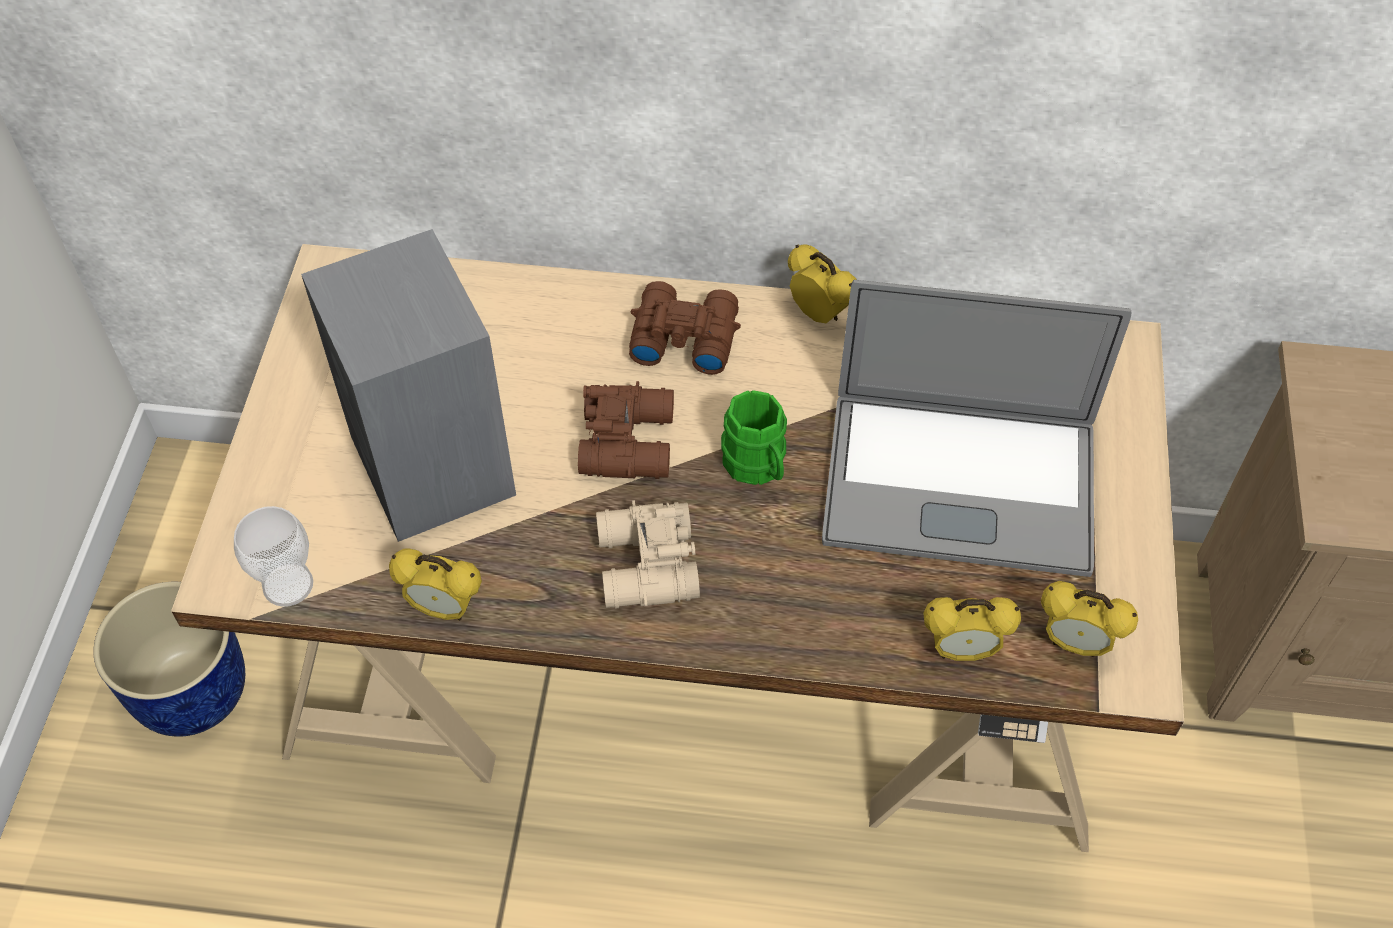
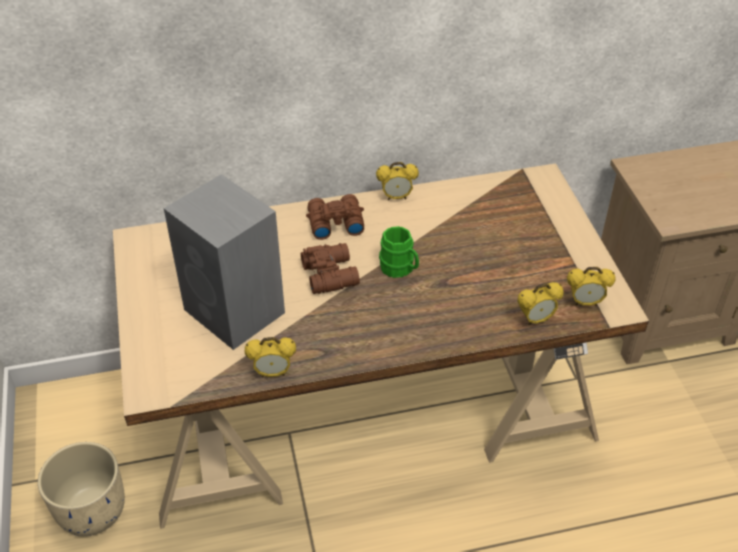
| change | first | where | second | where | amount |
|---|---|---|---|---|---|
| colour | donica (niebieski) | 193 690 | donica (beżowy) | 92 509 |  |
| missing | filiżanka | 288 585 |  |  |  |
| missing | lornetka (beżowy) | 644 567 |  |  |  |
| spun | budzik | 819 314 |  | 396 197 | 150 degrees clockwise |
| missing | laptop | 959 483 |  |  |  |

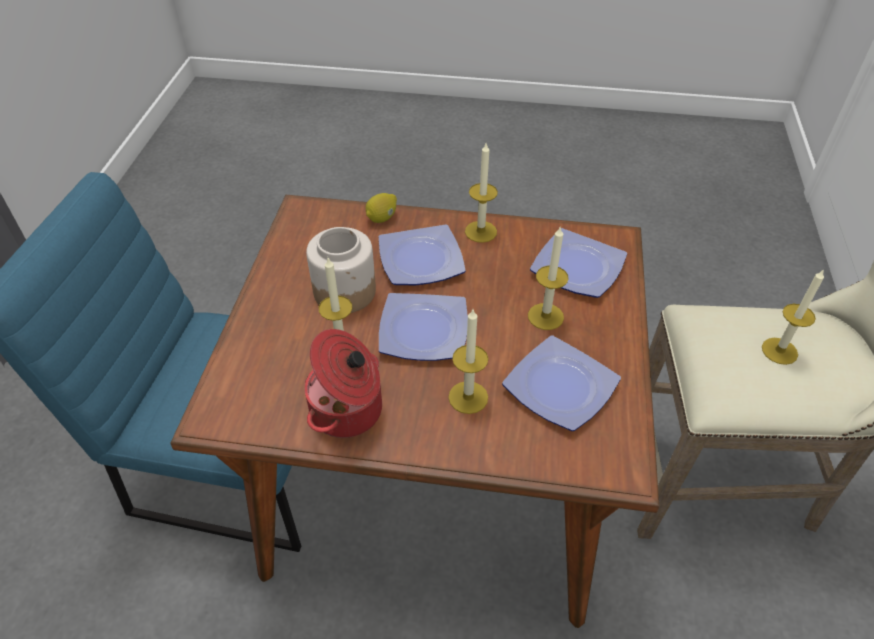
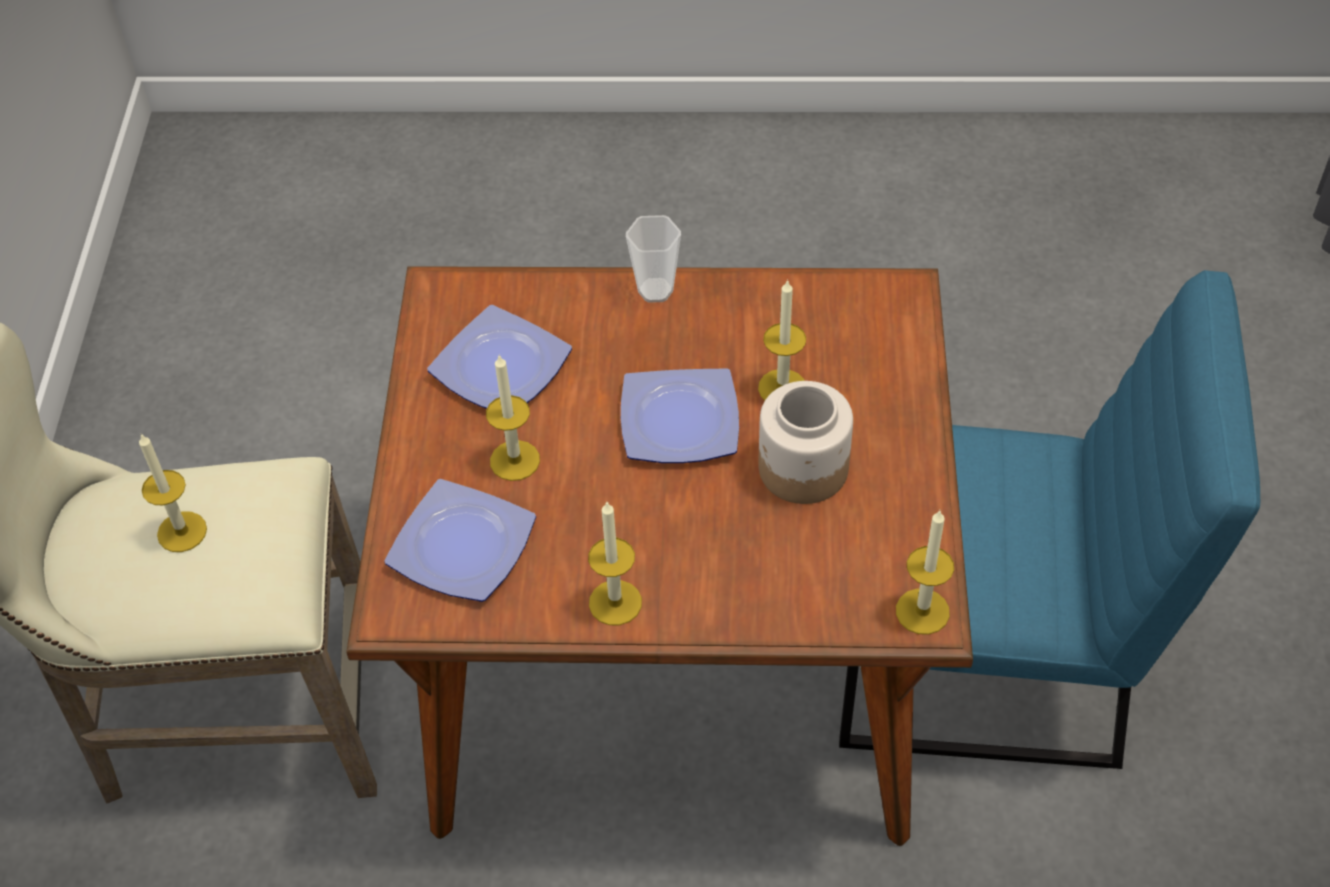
| change | first | where | second | where | amount |
|---|---|---|---|---|---|
| missing | garnek | 348 411 |  |  |  |
| missing | cytryna | 382 218 |  |  |  |
| missing | talerz | 422 259 |  |  |  |
| relocated | świeca | 468 397 |  | 922 611 |  |
| appeared |  |  | filiżanka | 655 290 |  |

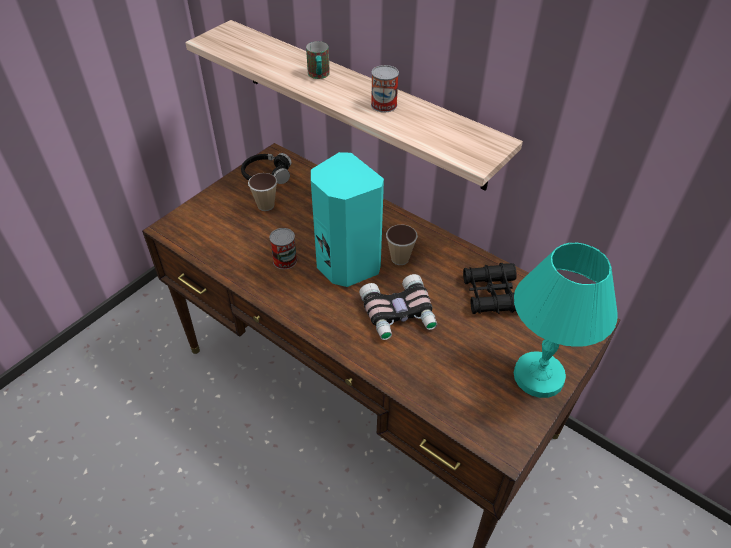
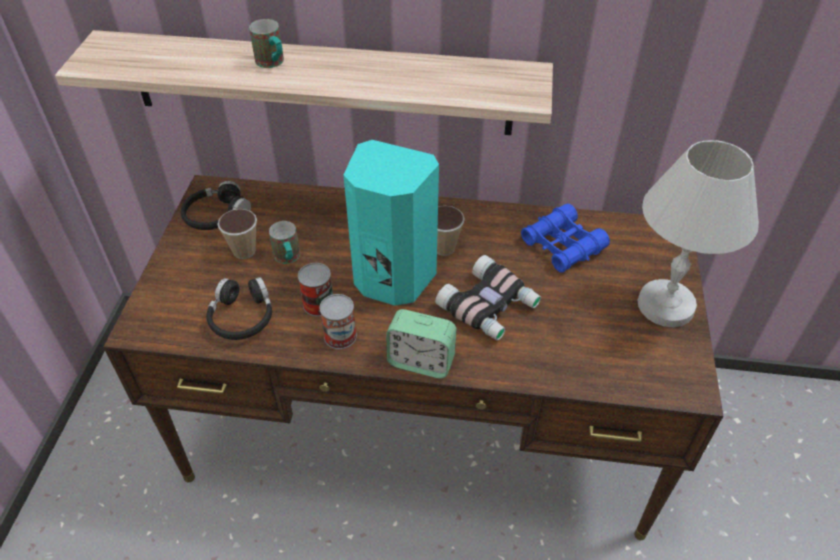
| change | first | where | second | where | amount |
|---|---|---|---|---|---|
| relocated | puszka | 384 105 |  | 340 336 |  |
| colour | lornetka (czarny) | 491 295 | lornetka (niebieski) | 562 246 |  |
| colour | lampa stołowa (turkusowy) | 539 376 | lampa stołowa (biały) | 666 305 |  |
| appeared |  |  | słuchawki (czarny) | 242 317 |  |
| appeared |  |  | kubek | 288 259 |  |
| appeared |  |  | budzik | 421 361 |  |

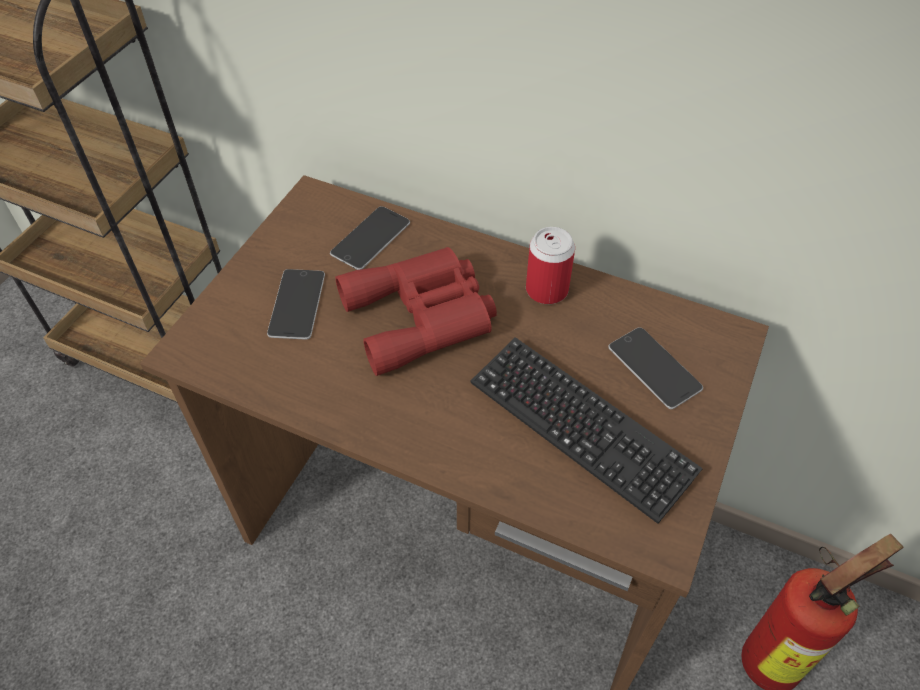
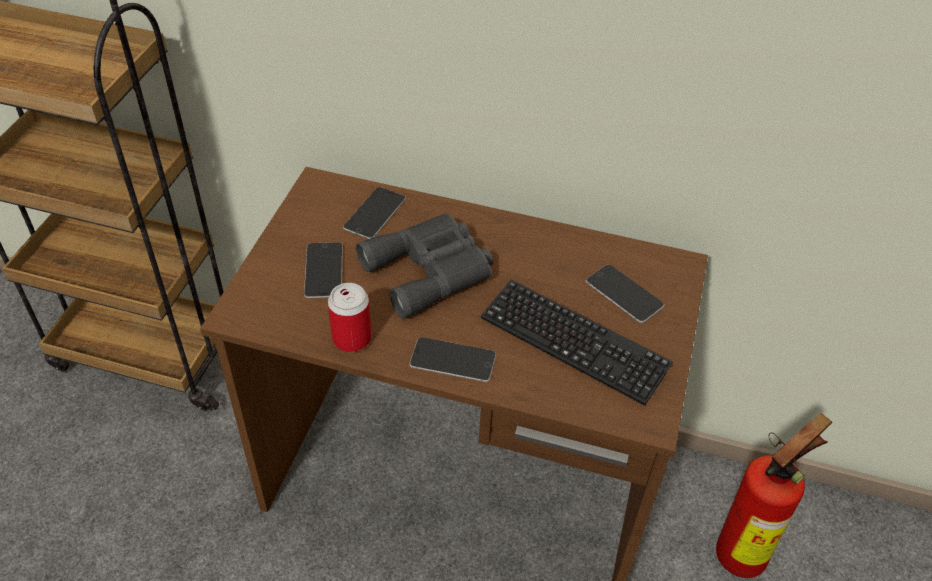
| change | first | where | second | where | amount |
|---|---|---|---|---|---|
| colour | lornetka (czerwony) | 423 315 | lornetka (szary) | 431 270 |  |
| relocated | puszka | 546 290 |  | 352 338 |  |
| appeared |  |  | telefon | 453 359 |  |

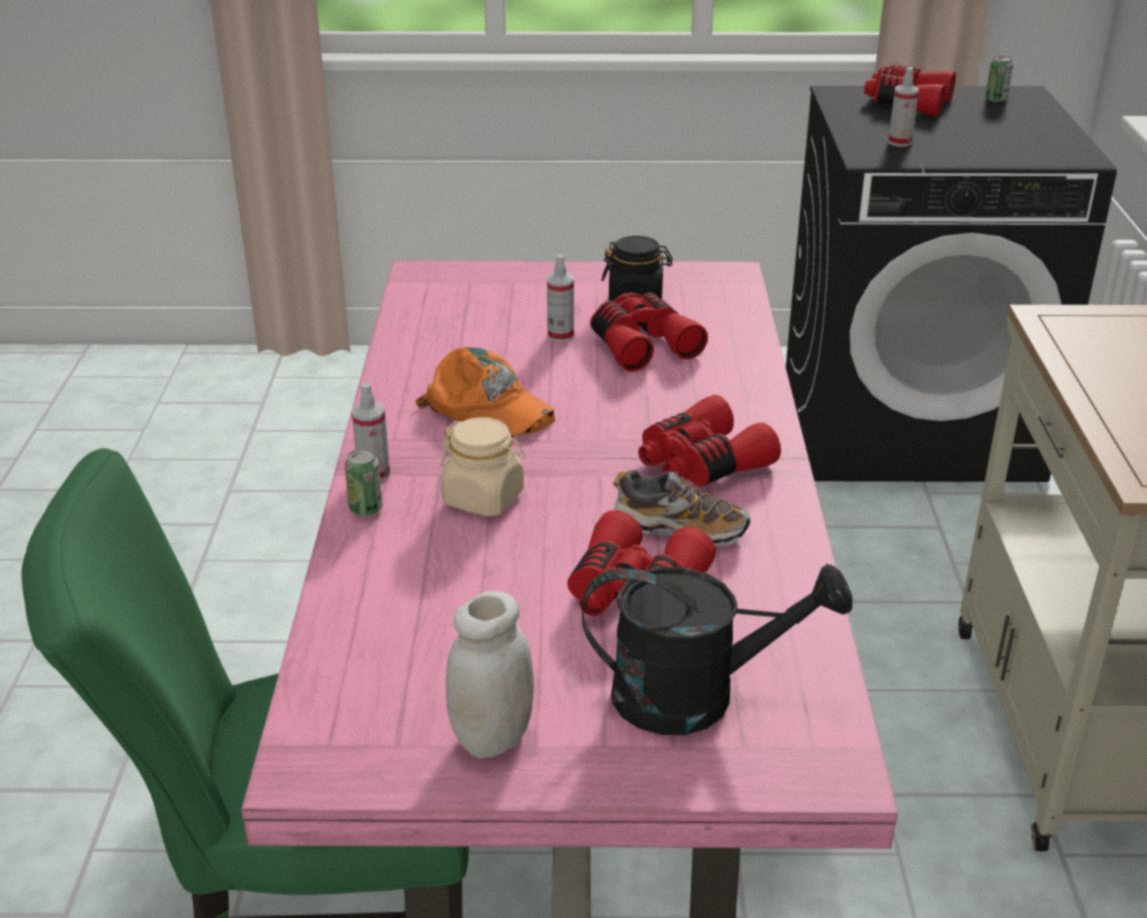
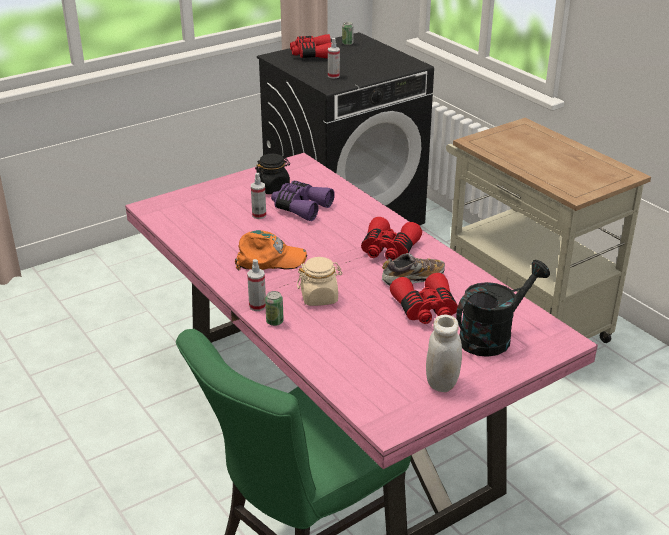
| change | first | where | second | where | amount |
|---|---|---|---|---|---|
| colour | lornetka (czerwony) | 641 344 | lornetka (fioletowy) | 300 207 |  |

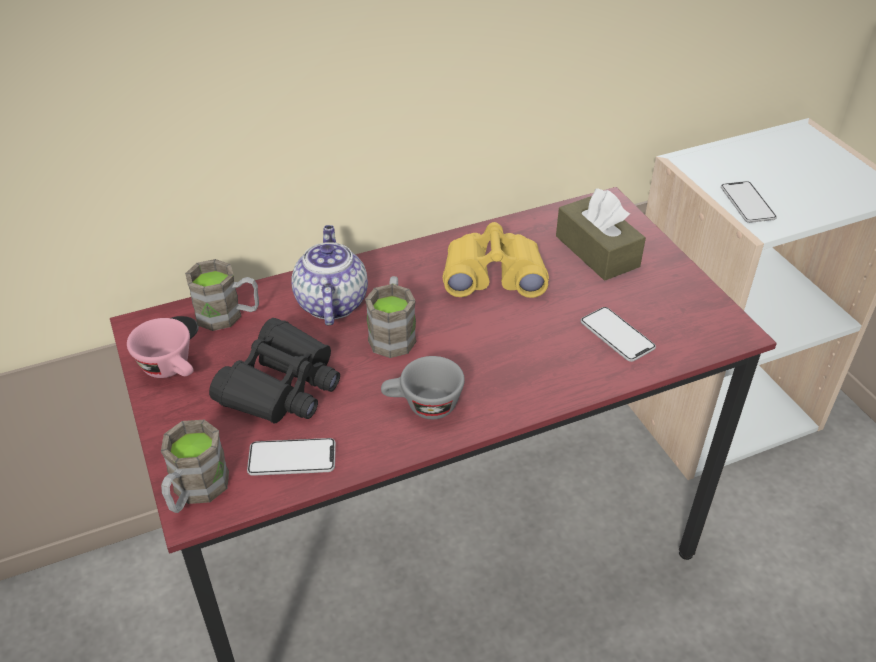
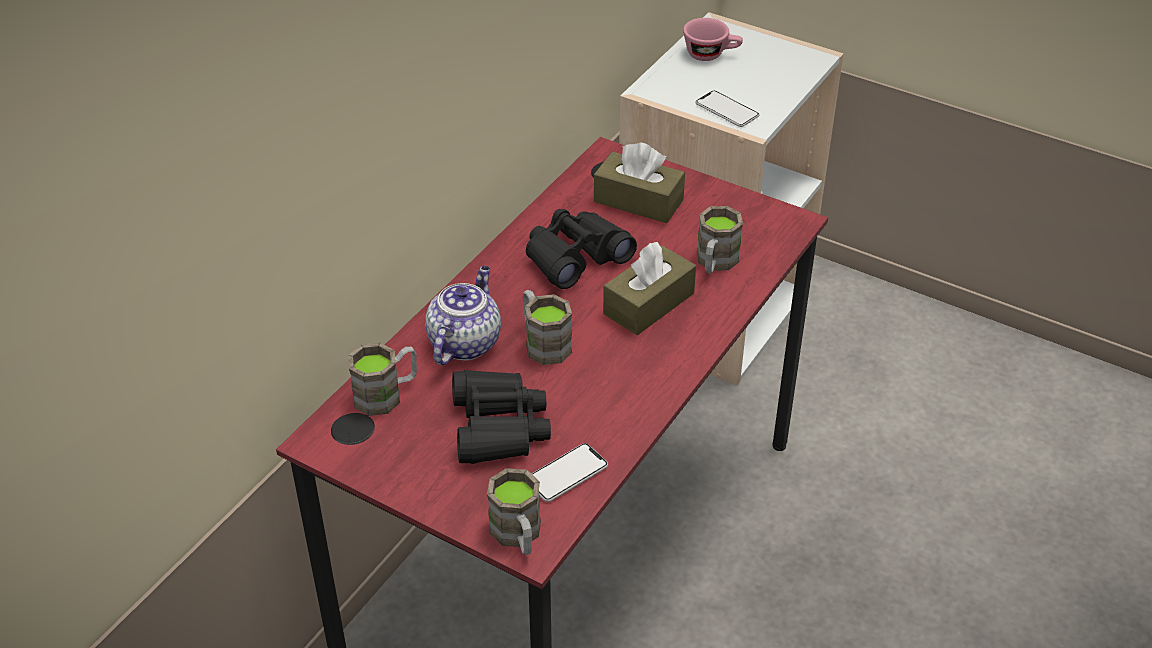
| change | first | where | second | where | amount |
|---|---|---|---|---|---|
| relocated | filiżanka (różowy) | 172 369 |  | 711 54 |  |
| spun | imbryk | 331 302 |  | 464 342 | 60 degrees clockwise |
| missing | filiżanka (szary) | 423 406 |  |  |  |
| colour | lornetka (żółty) | 493 275 | lornetka (czarny) | 575 257 |  |
| exchanged | telefon | 617 335 | kubek (brązowy) | 715 263 |  |
| appeared |  |  | pudełko chusteczek (brązowy) | 648 303 |  |

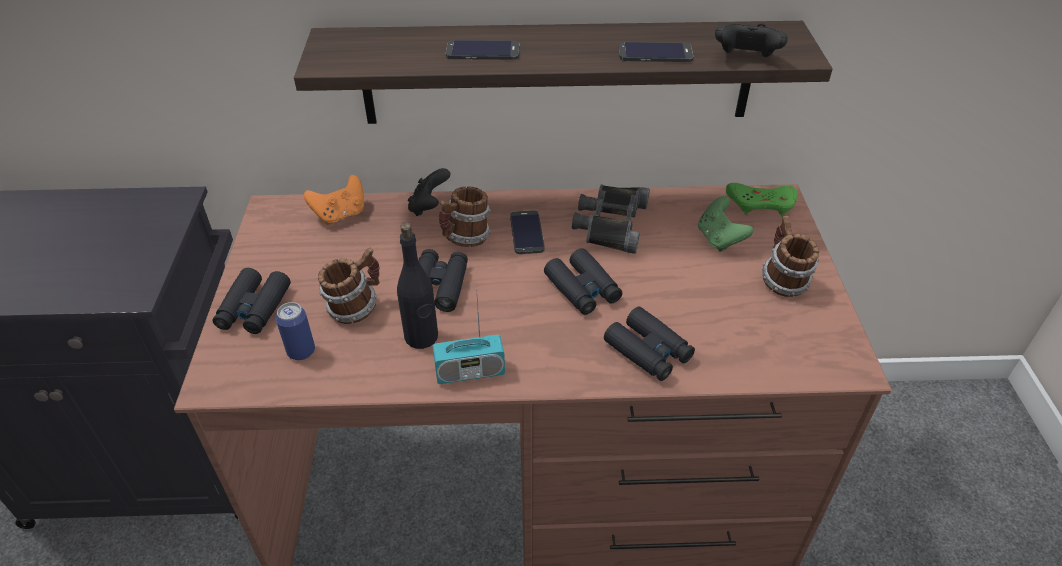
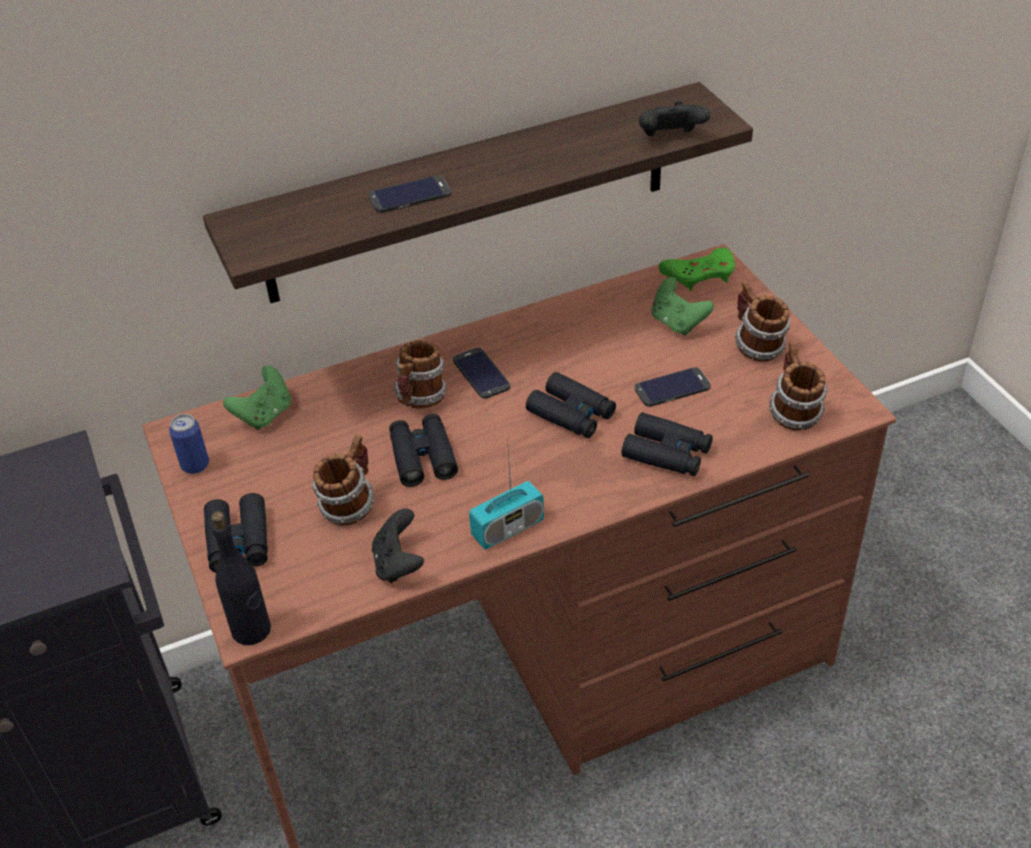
| change | first | where | second | where | amount |
|---|---|---|---|---|---|
| relocated | puszka | 301 351 |  | 195 465 |  |
| colour | pad do gier (pomarańczowy) | 340 215 | pad do gier (zielony) | 264 415 |  |
| relocated | butelka (czarny) | 421 337 |  | 252 630 |  |
| relocated | pad do gier (czarny) | 429 207 |  | 398 564 |  |
| missing | lornetka (czarny) | 610 223 |  |  |  |
| relocated | telefon | 655 53 |  | 672 388 |  |
| appeared |  |  | kubek | 793 413 |  |

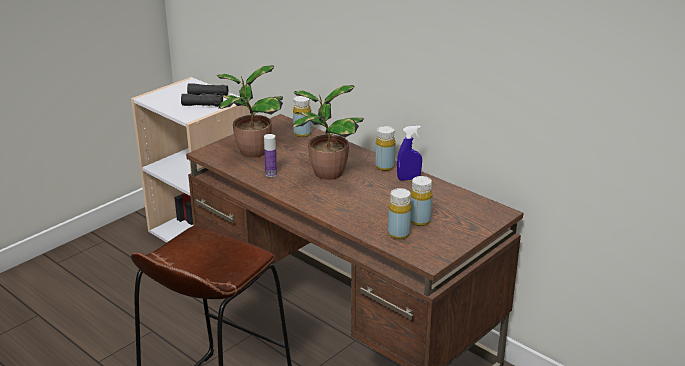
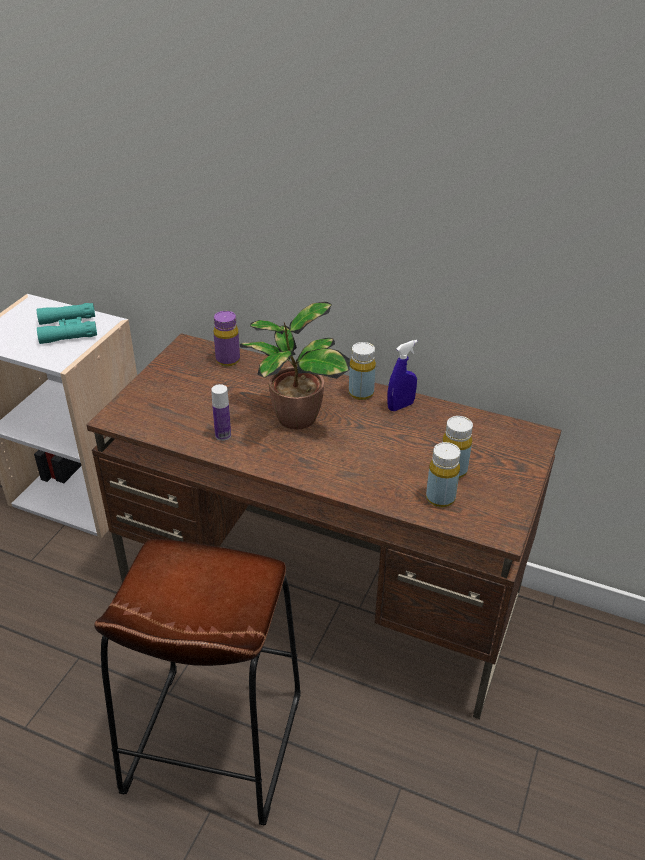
| change | first | where | second | where | amount |
|---|---|---|---|---|---|
| colour | lornetka (czarny) | 205 100 | lornetka (turkusowy) | 68 329 |  |
| missing | roślina doniczkowa | 251 151 |  |  |  |
| colour | butelka (żółty) | 302 133 | butelka (fioletowy) | 228 360 |  |

